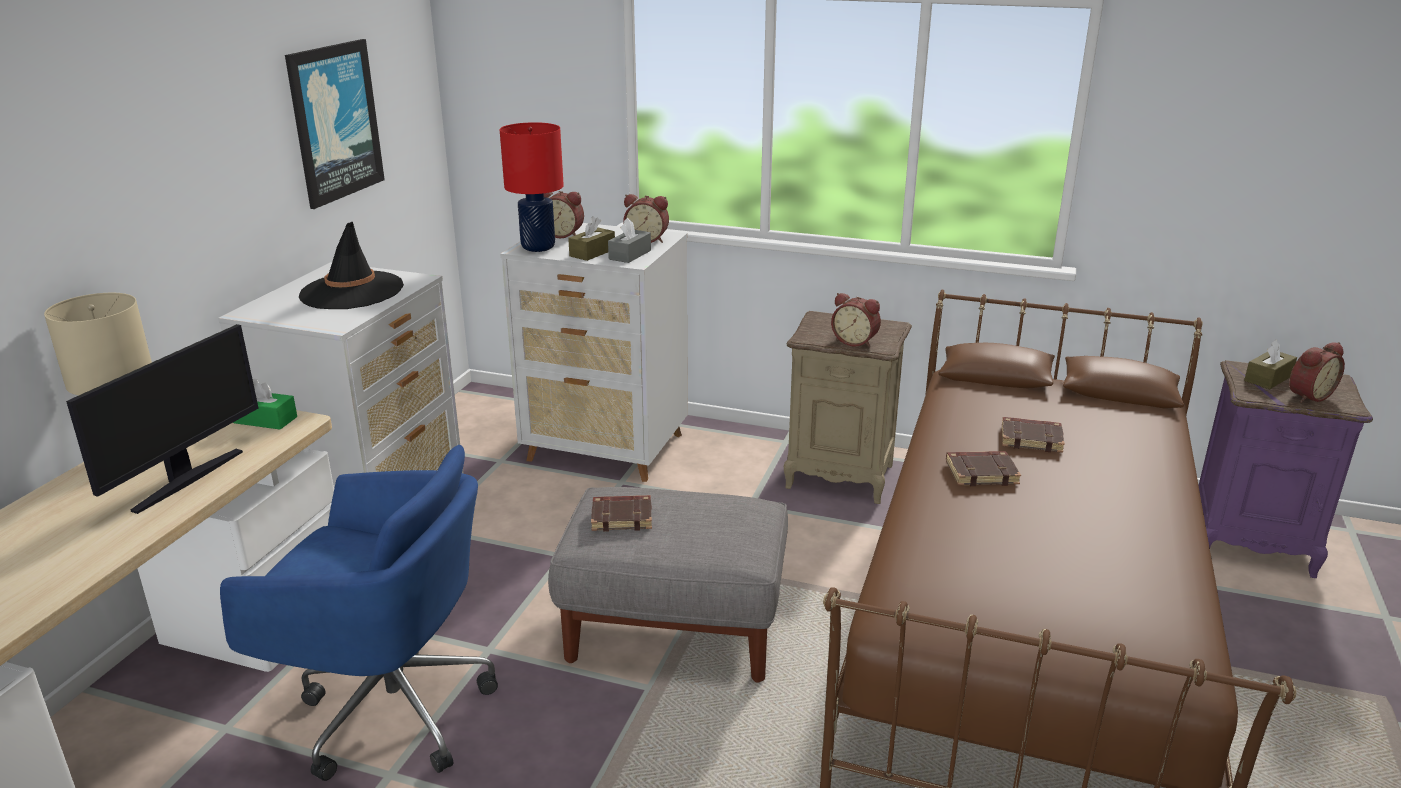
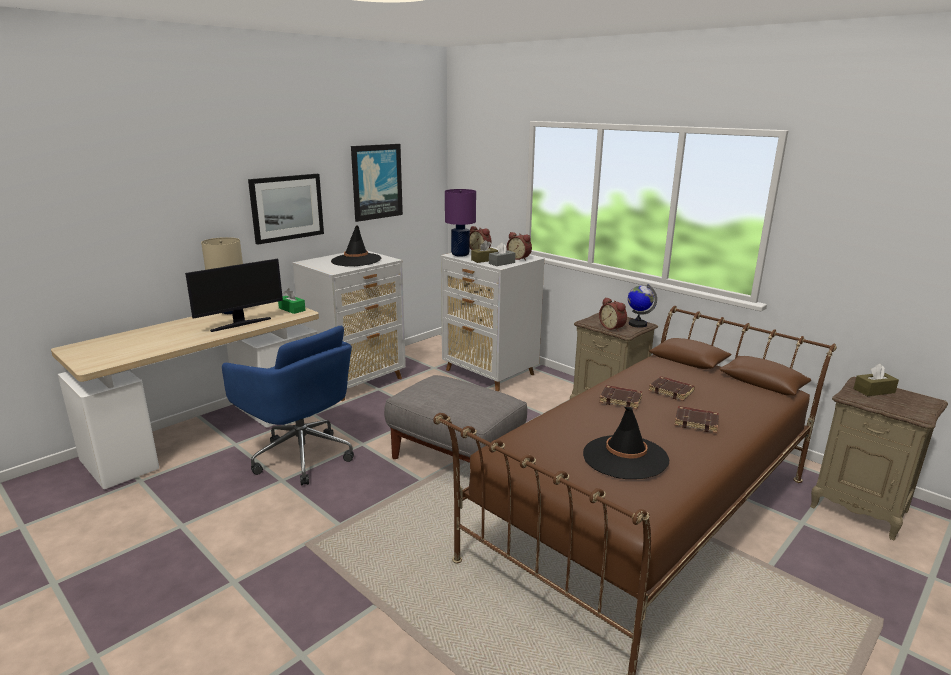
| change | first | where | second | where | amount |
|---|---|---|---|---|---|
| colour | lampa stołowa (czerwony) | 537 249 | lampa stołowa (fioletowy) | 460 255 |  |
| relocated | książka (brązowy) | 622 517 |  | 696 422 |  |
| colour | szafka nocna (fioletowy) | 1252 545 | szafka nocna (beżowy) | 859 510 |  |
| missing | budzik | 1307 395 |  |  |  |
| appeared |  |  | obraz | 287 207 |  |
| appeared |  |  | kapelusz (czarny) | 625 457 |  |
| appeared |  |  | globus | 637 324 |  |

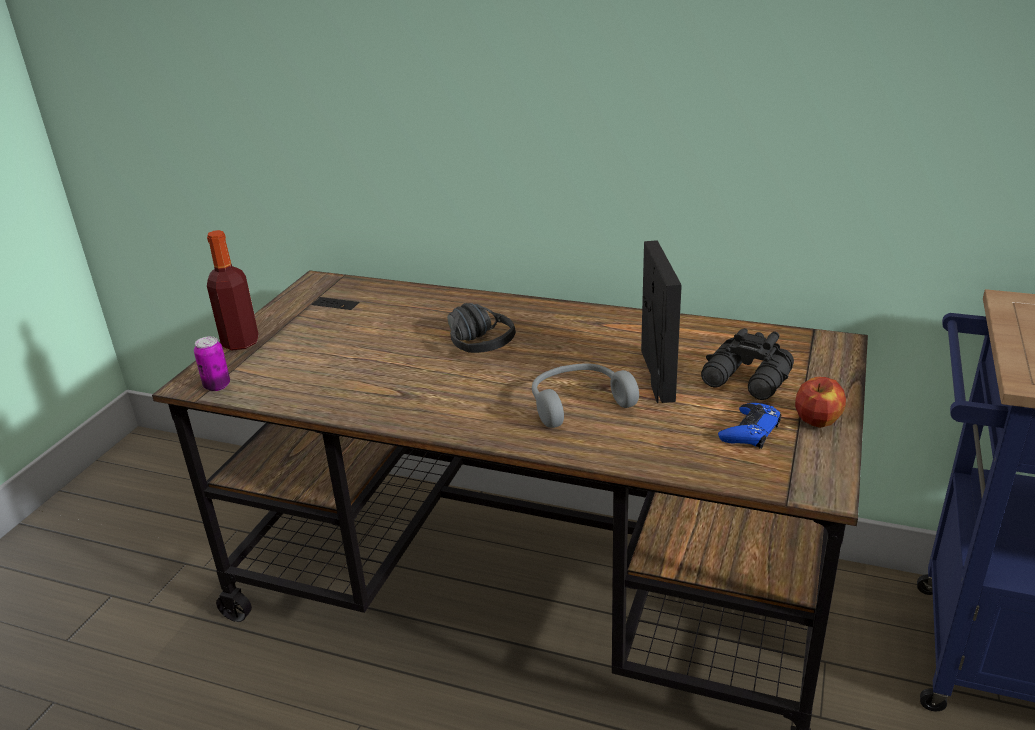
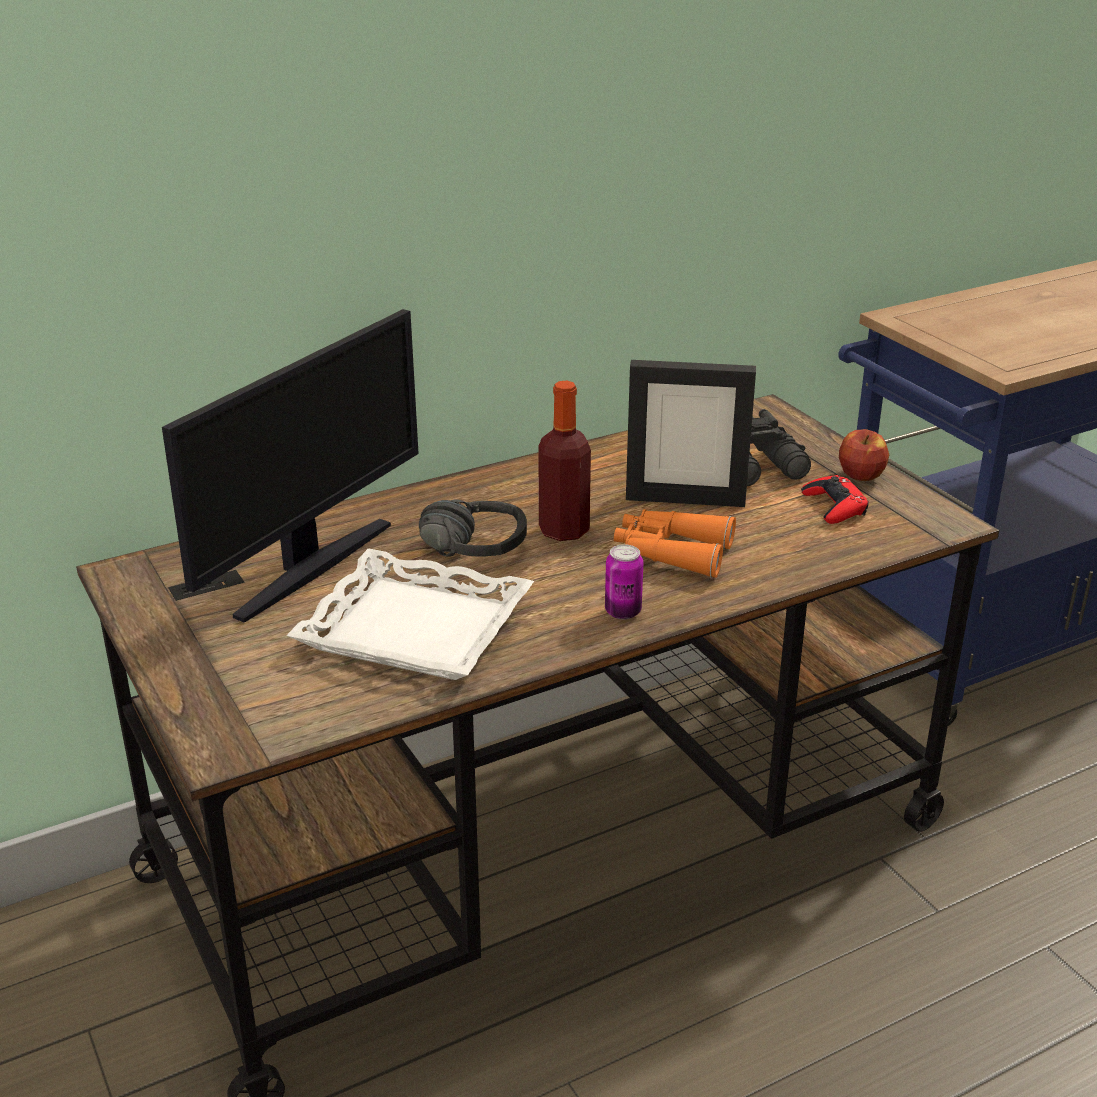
| change | first | where | second | where | amount |
|---|---|---|---|---|---|
| relocated | puszka | 217 386 |  | 623 612 |  |
| relocated | butelka | 240 342 |  | 564 530 |  |
| exchanged | słuchawki (szary) | 578 403 | lornetka (pomarańczowy) | 671 552 |  |
| spun | ramka na zdjęcie | 655 375 |  | 685 498 | 150 degrees clockwise |
| colour | pad do gier (niebieski) | 750 431 | pad do gier (czerwony) | 834 507 |  |
| appeared |  |  | monitor | 310 567 |  |
| appeared |  |  | taca (biały) | 416 628 |  |

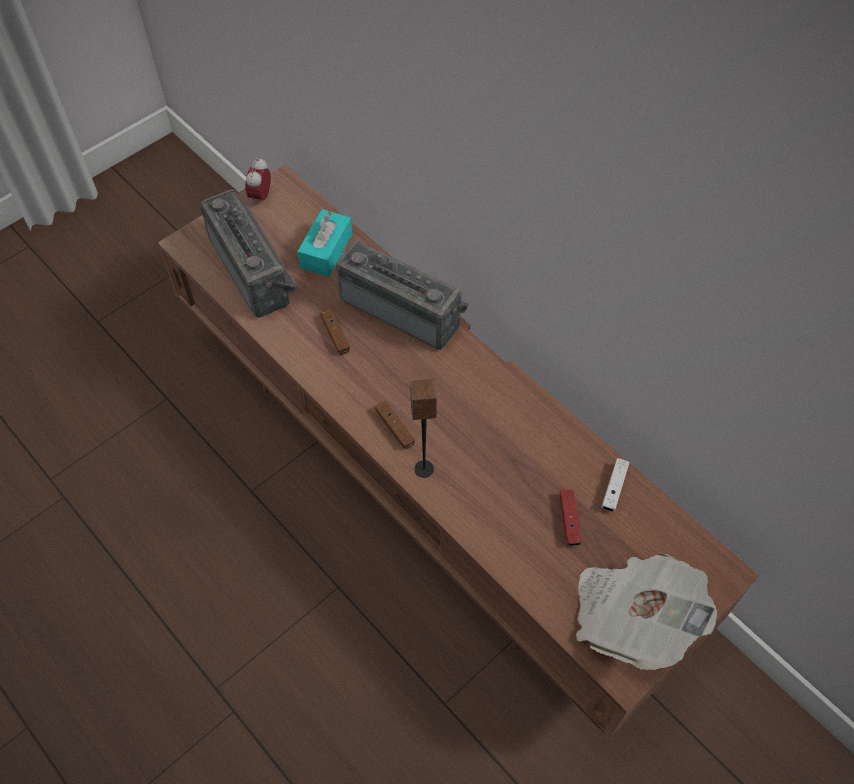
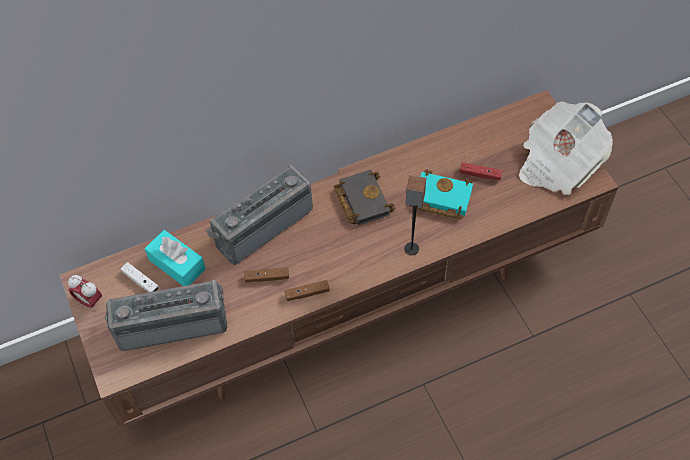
| change | first | where | second | where | amount |
|---|---|---|---|---|---|
| relocated | pad do gier (brązowy) | 395 428 |  | 307 293 |  |
| relocated | pad do gier (biały) | 614 488 |  | 141 281 |  |
| appeared |  |  | książka (czarny) | 361 200 |  |
| appeared |  |  | książka (turkusowy) | 440 198 |  |

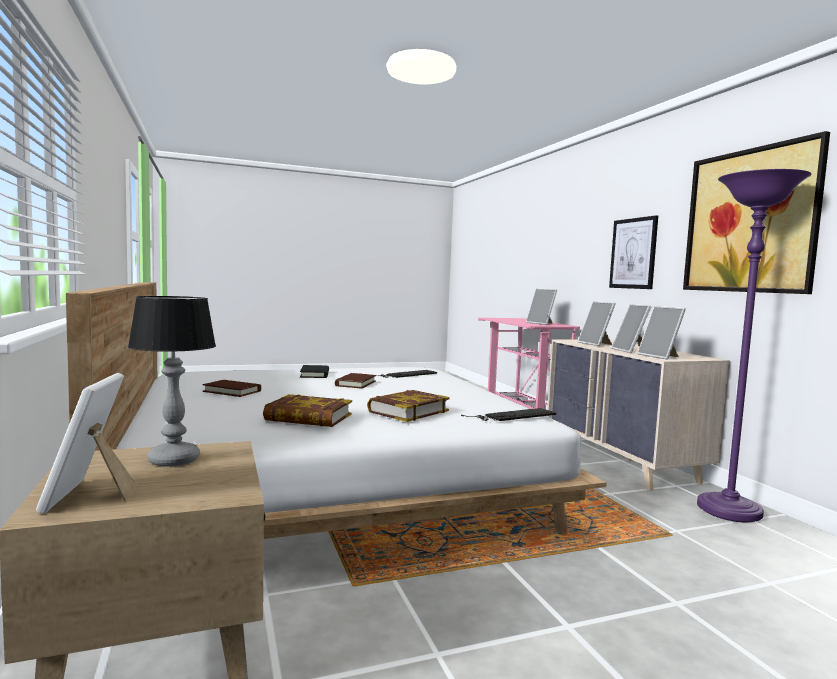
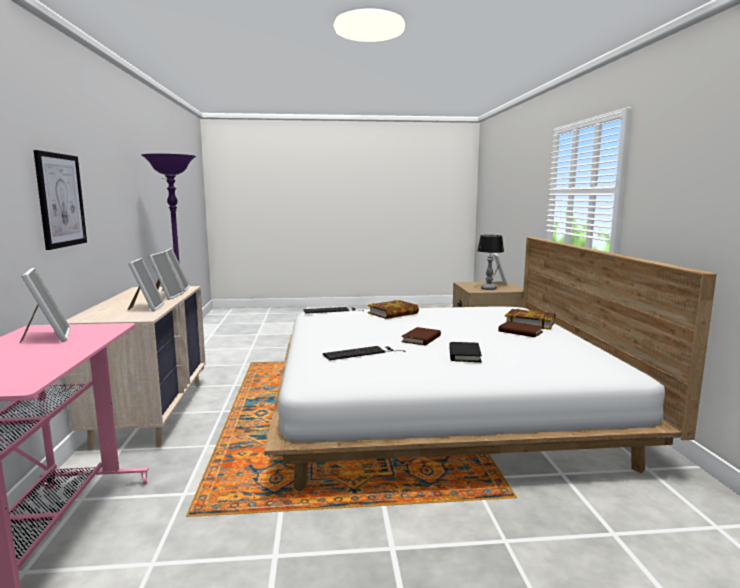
| change | first | where | second | where | amount |
|---|---|---|---|---|---|
| relocated | książka | 308 418 |  | 530 323 |  |
| missing | obraz | 750 221 |  |  |  |

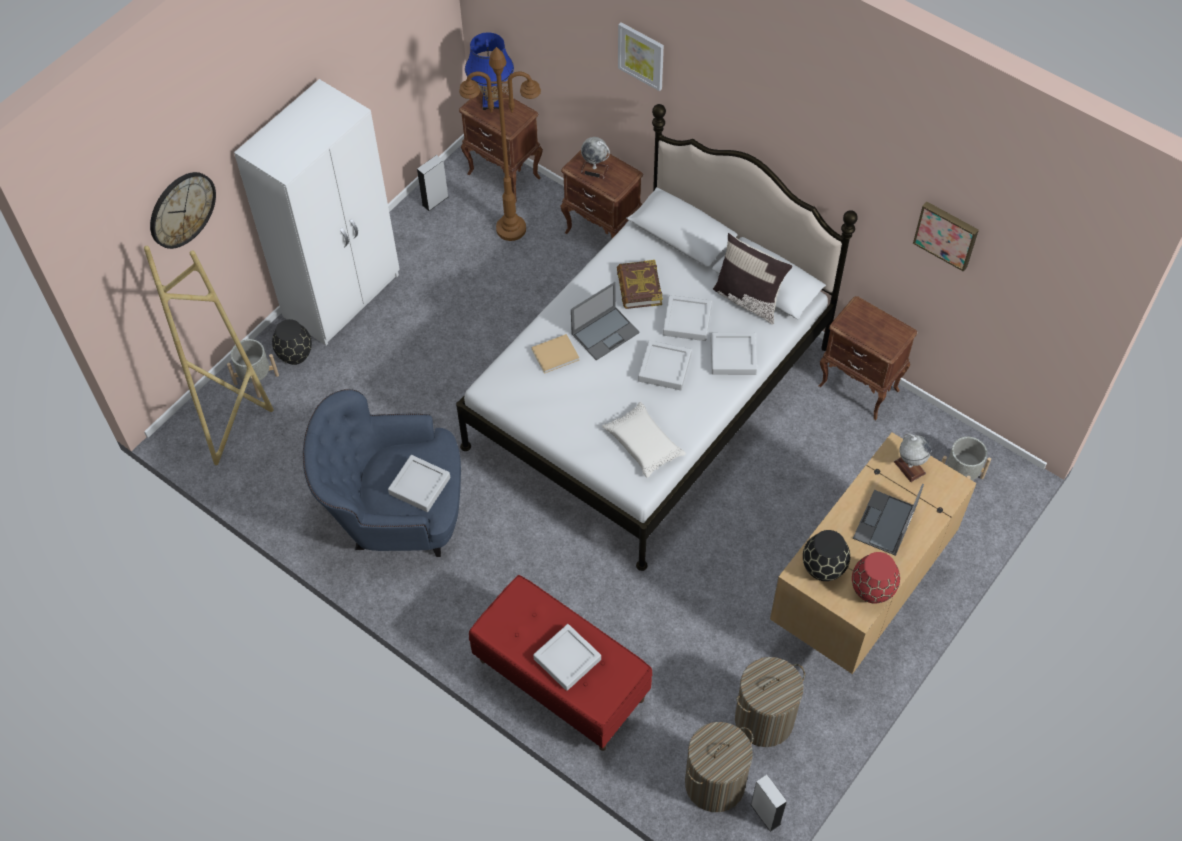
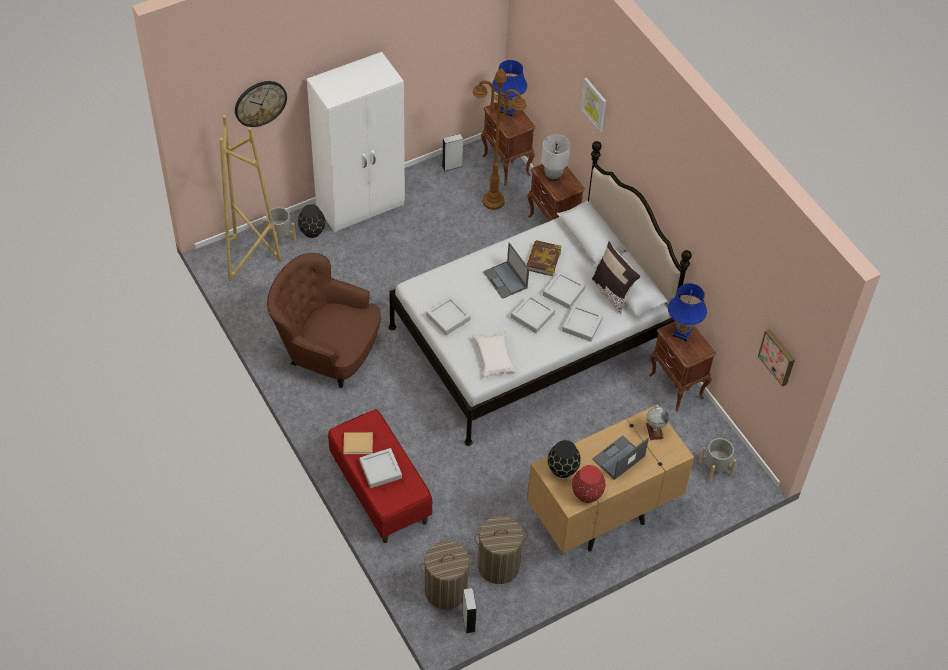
| change | first | where | second | where | amount |
|---|---|---|---|---|---|
| colour | fotel (niebieski) | 395 512 | fotel (brązowy) | 326 350 |  |
| relocated | taca (szary) | 419 486 |  | 448 318 |  |
| relocated | książka (beżowy) | 556 354 |  | 359 444 |  |
| spun | laptop | 605 332 |  | 505 280 | 75 degrees clockwise |
| exchanged | globus | 594 170 | lampa stołowa (biały) | 553 176 |  |
| relocated | obraz | 947 234 |  | 778 356 |  |
| appeared |  |  | lampa stołowa (niebieski) | 682 333 |  |

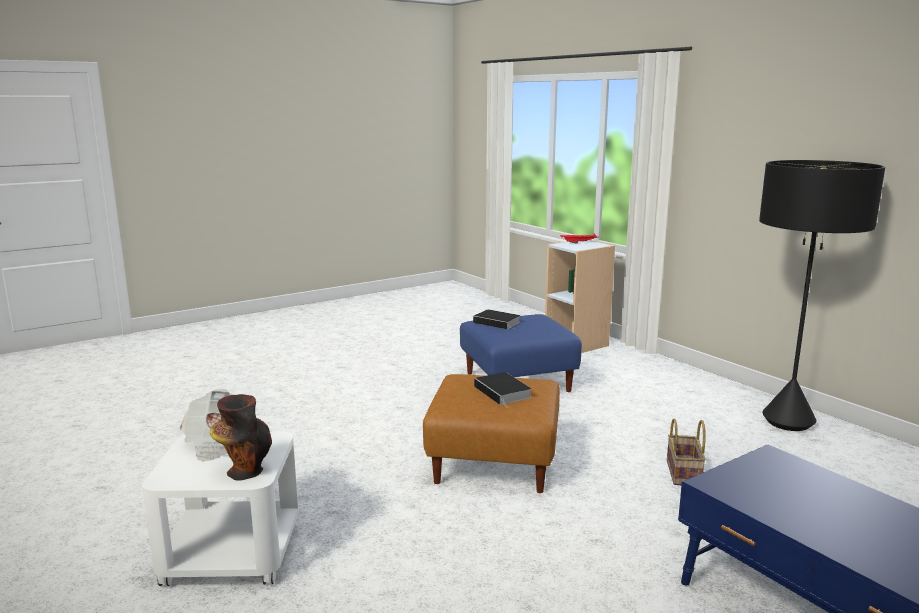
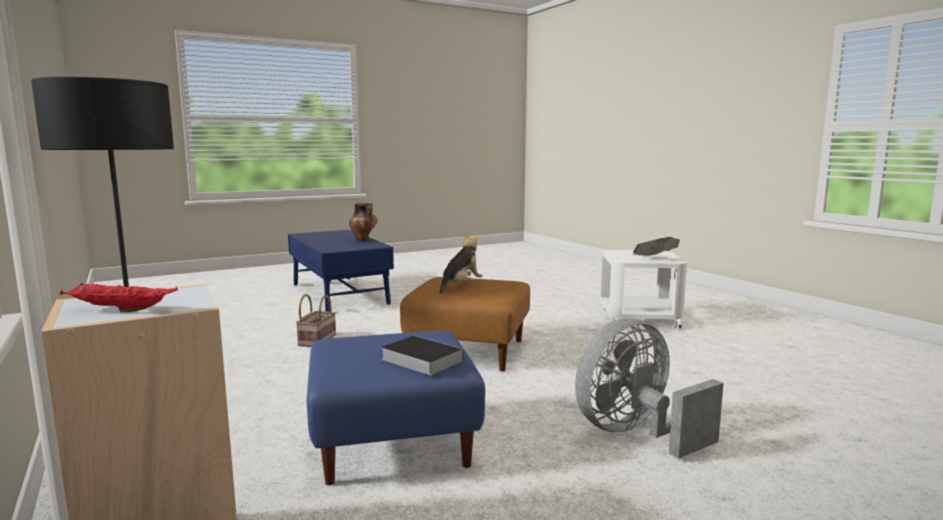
| change | first | where | second | where | amount |
|---|---|---|---|---|---|
| relocated | wazon | 243 471 |  | 364 240 |  |
| exchanged | książka | 503 392 | pluszak | 460 286 |  |
| appeared |  |  | wentylator (szary) | 635 433 |  |

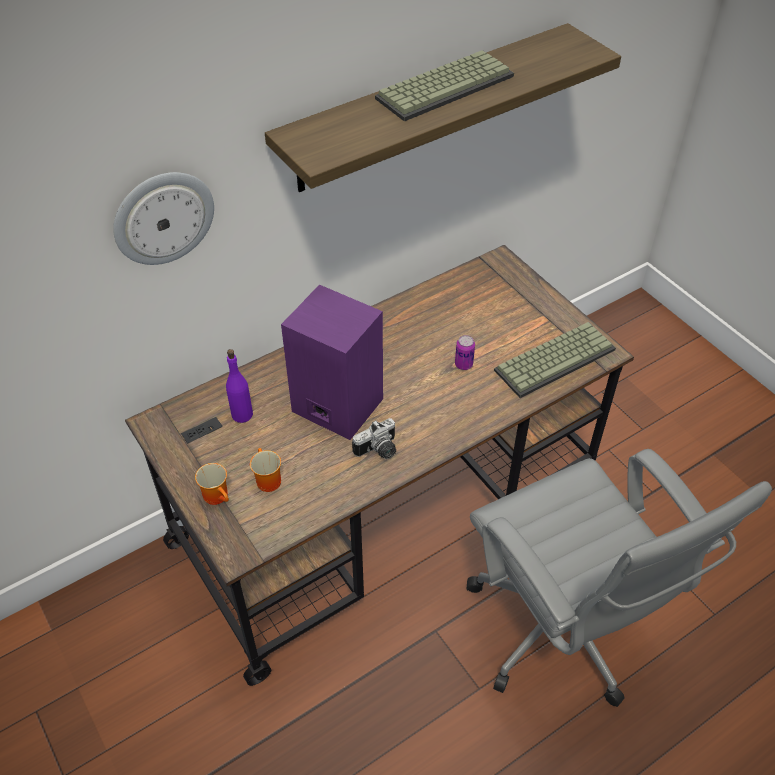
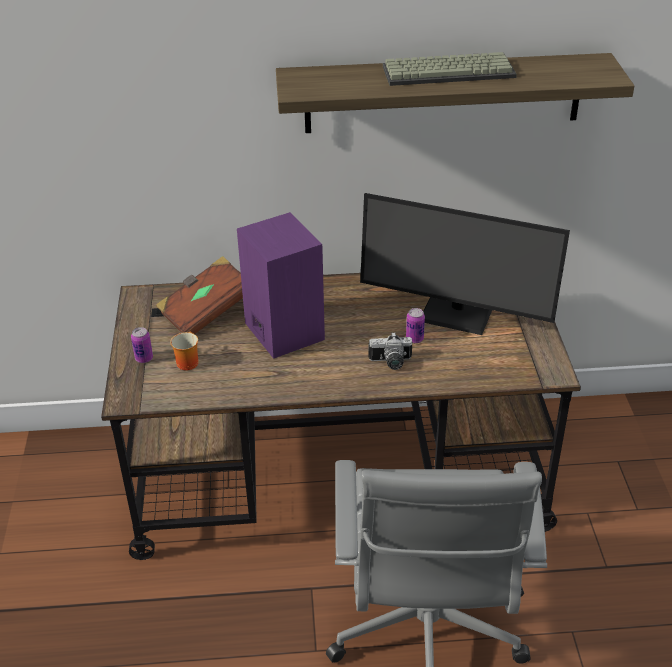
| change | first | where | second | where | amount |
|---|---|---|---|---|---|
| missing | zegar ścienny | 163 217 |  |  |  |
| exchanged | kubek | 219 495 | puszka | 144 358 |  |
| exchanged | butelka (fioletowy) | 242 414 | książka (brązowy) | 206 311 |  |
| relocated | aparat fotograficzny | 379 451 |  | 391 363 |  |
| missing | klawiatura | 554 358 |  |  |  |
| appeared |  |  | monitor | 457 310 |  |

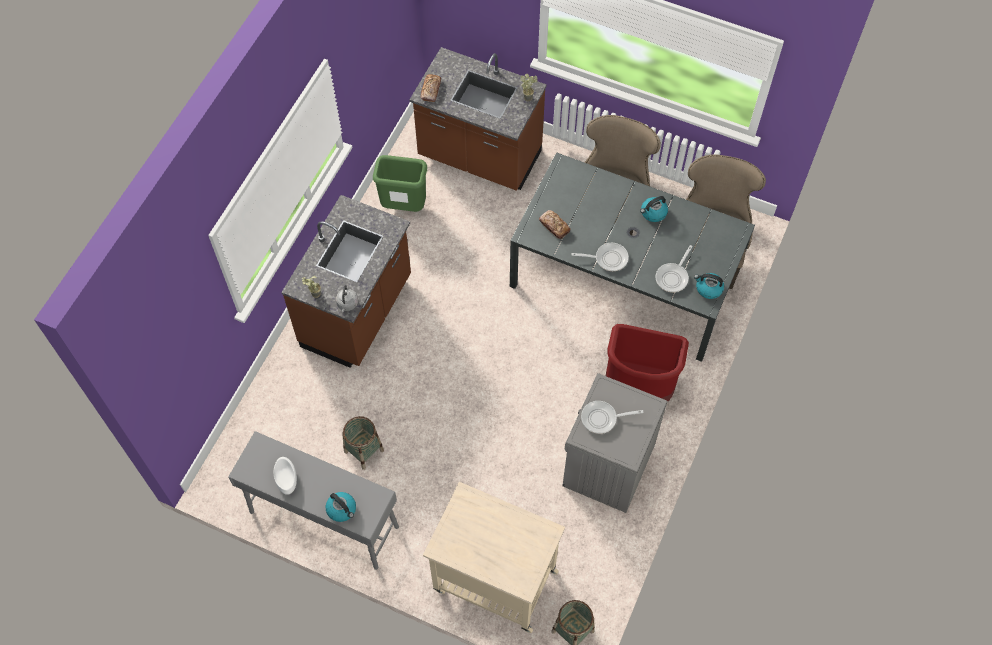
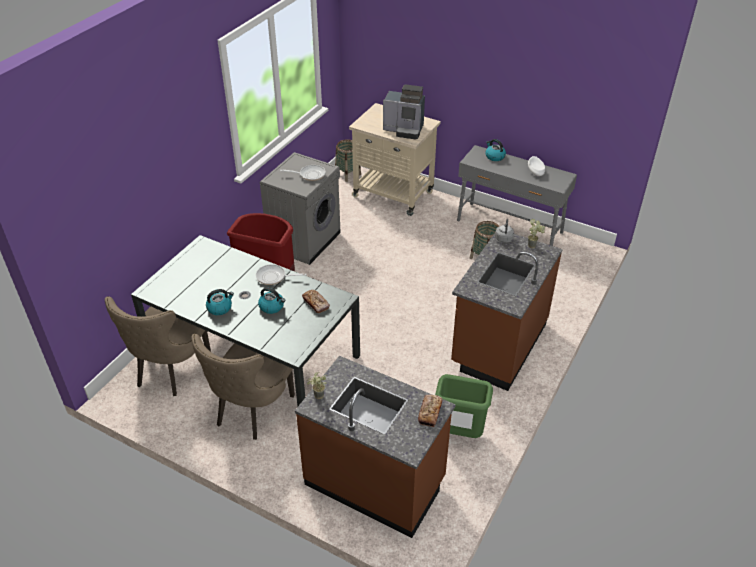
| change | first | where | second | where | amount |
|---|---|---|---|---|---|
| missing | patelnia | 673 277 |  |  |  |
| relocated | czajnik | 708 289 |  | 272 306 |  |
| appeared |  |  | ekspres do kawy | 404 130 |  |

